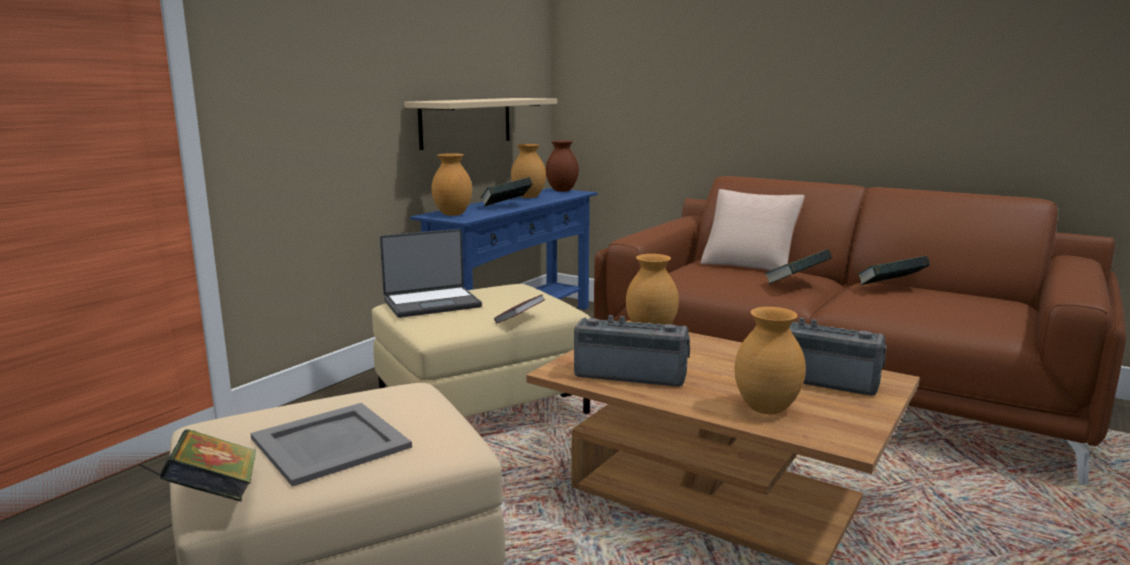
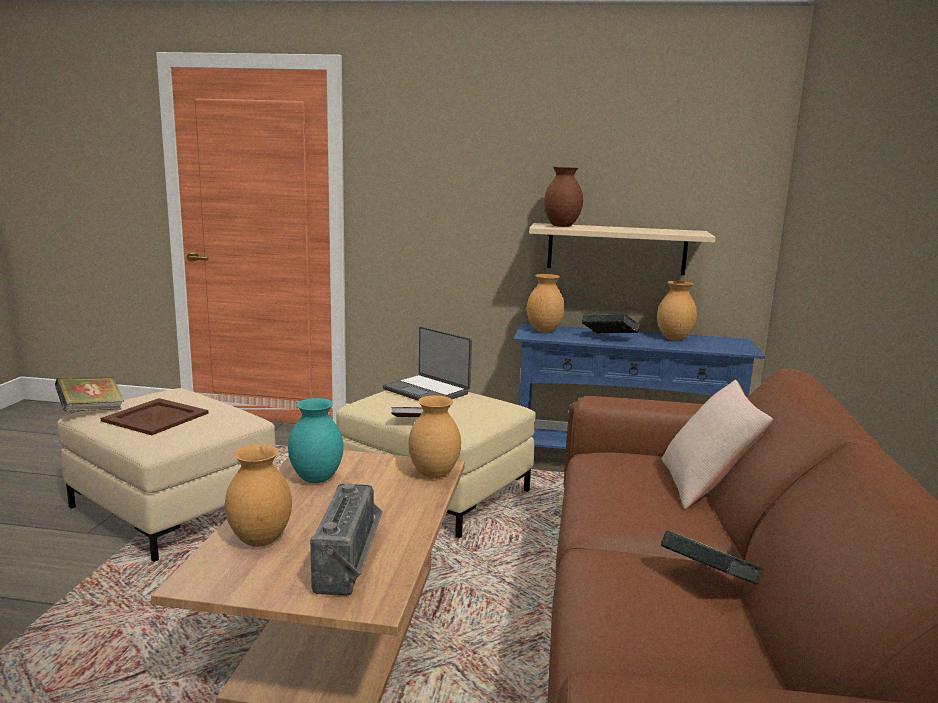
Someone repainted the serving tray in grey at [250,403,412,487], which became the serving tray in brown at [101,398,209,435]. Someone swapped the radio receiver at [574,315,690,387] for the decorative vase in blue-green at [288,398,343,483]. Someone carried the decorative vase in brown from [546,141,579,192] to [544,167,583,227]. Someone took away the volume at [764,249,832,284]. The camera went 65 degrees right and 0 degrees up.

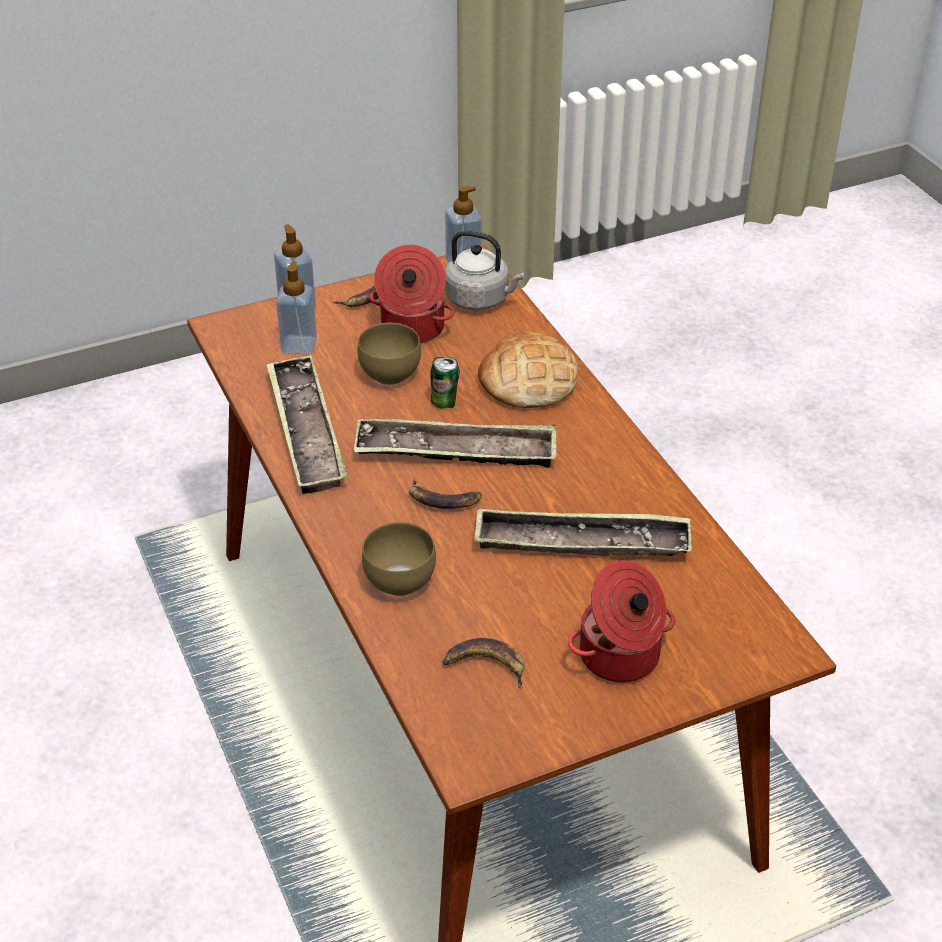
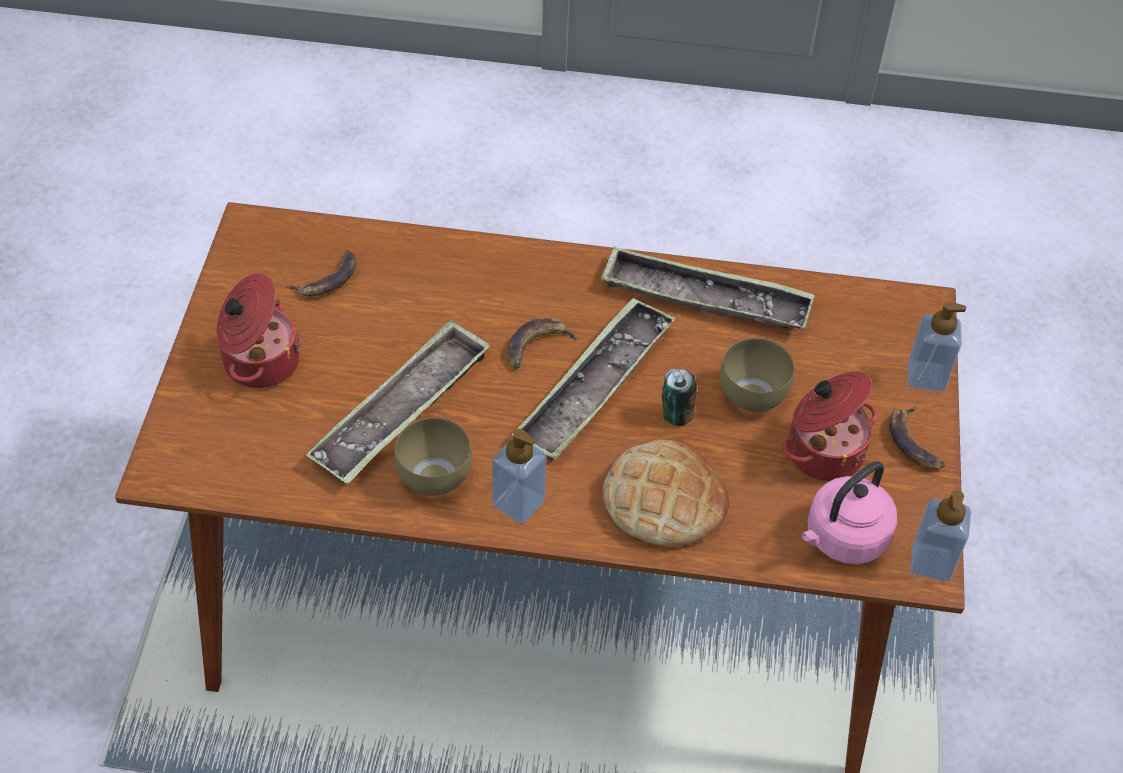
Someone carried the serving bowl in brown from [362,522,436,596] to [394,417,472,496]. Someone carried the liquid soap bottle from [276,261,317,354] to [492,429,547,523]. Someone repainted the tea kettle in grey at [444,230,525,311], which became the tea kettle in pink at [801,461,897,564]. The camera went 120 degrees right and 10 degrees up.

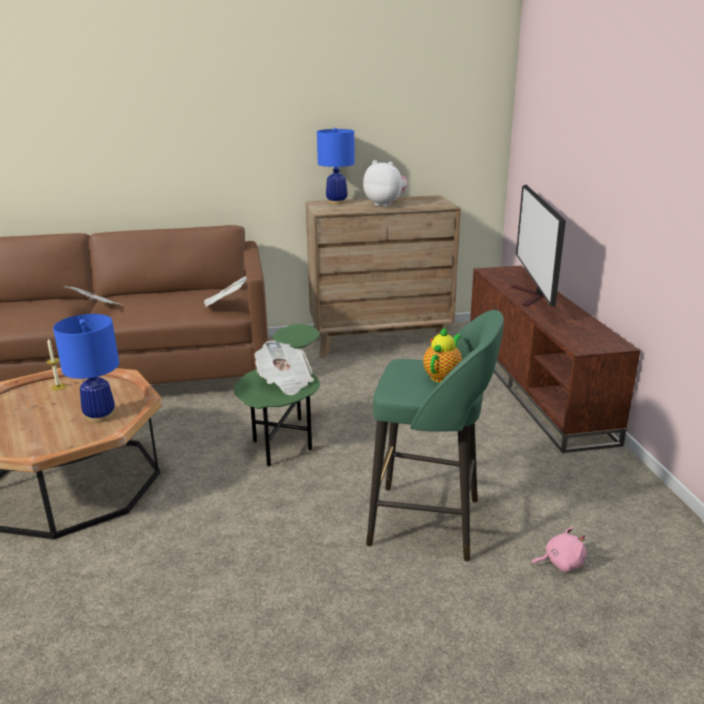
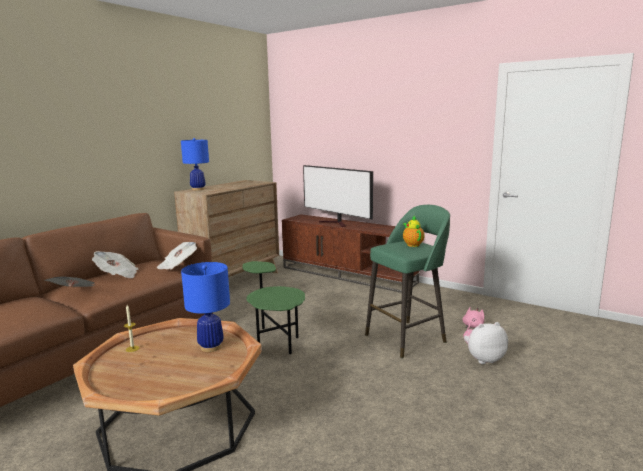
Someone carried the daily paper from [254,341,314,395] to [92,251,139,278]. Someone carried the cuddly toy from [363,160,407,207] to [463,322,508,364]. The camera went 45 degrees left and 10 degrees down.

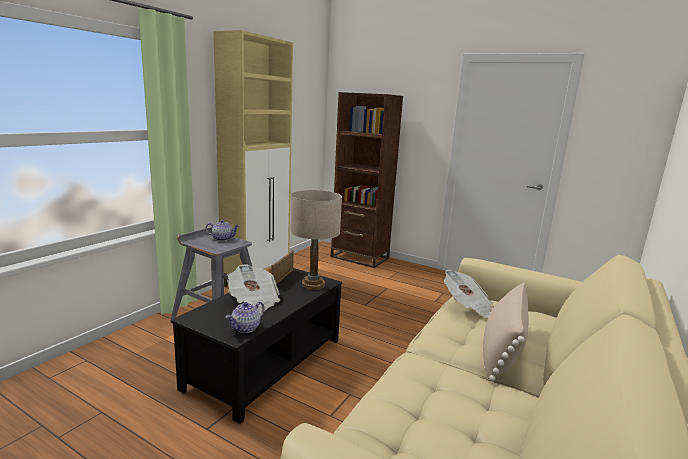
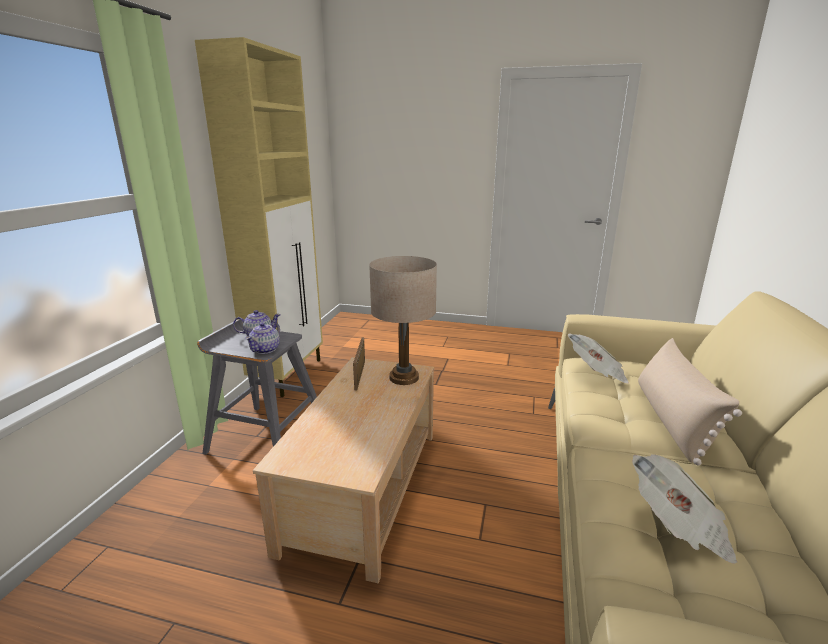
Someone carried the pot for tea from [225,302,265,333] to [245,322,280,354]. Someone repainted the low table in black-coloured at [171,268,342,424], which became the low table in beige-coloured at [253,357,434,583]. Someone carried the daily paper from [228,265,280,313] to [632,454,737,564]. Someone took away the bookshelf in brown at [331,92,403,268]. The camera went 15 degrees left and 5 degrees up.

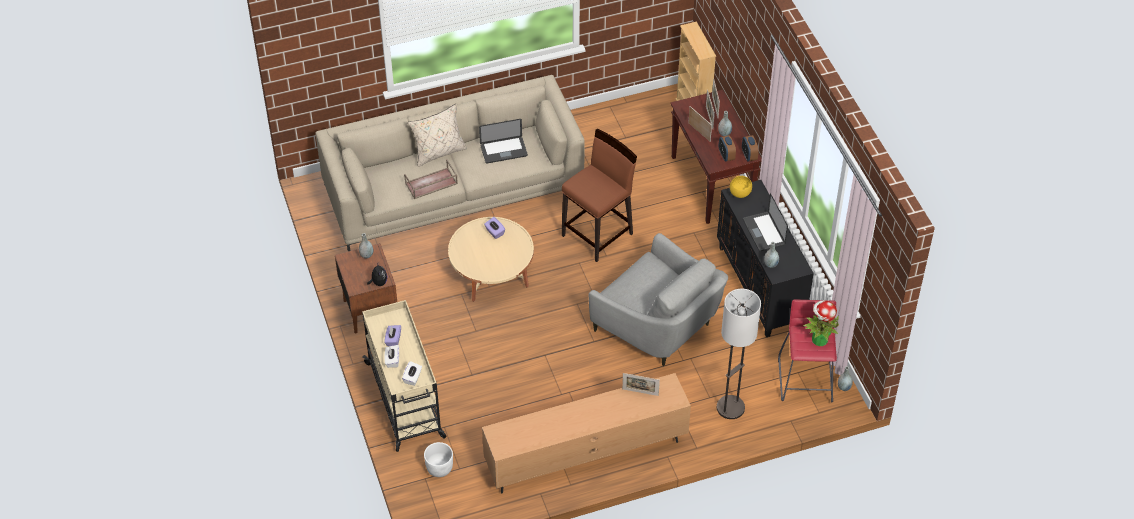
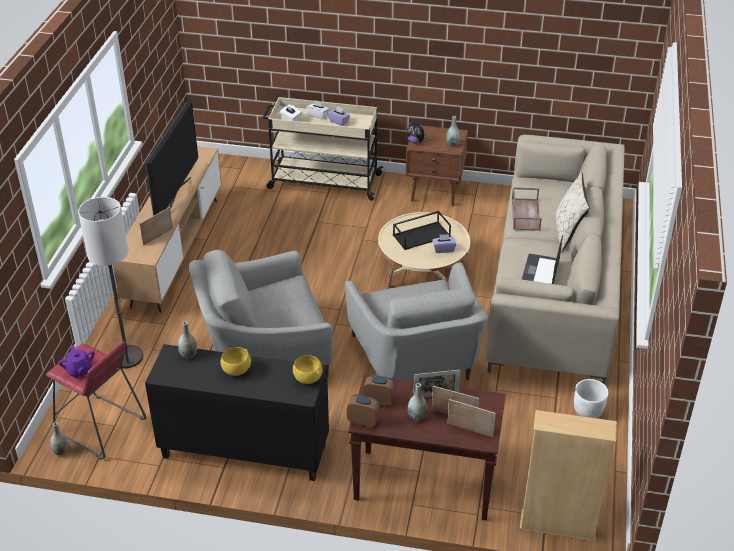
Someone swapped the potted plant at [803,301,839,346] for the pot for tea in purplish at [58,345,95,378]. Someone put down the TV set at [145,98,198,216]. Someone swapped the notebook computer at [743,193,788,251] for the serving bowl in yellow at [220,347,251,376]. Someone swapped the sitting stool in brown at [562,129,637,262] for the easy chair in grey at [345,262,488,381]. Someone put down the serving tray in black-coloured at [393,211,451,250]. Someone carried the flower pot in whitish from [424,442,453,477] to [574,379,608,418]. The camera went 120 degrees right and 10 degrees down.

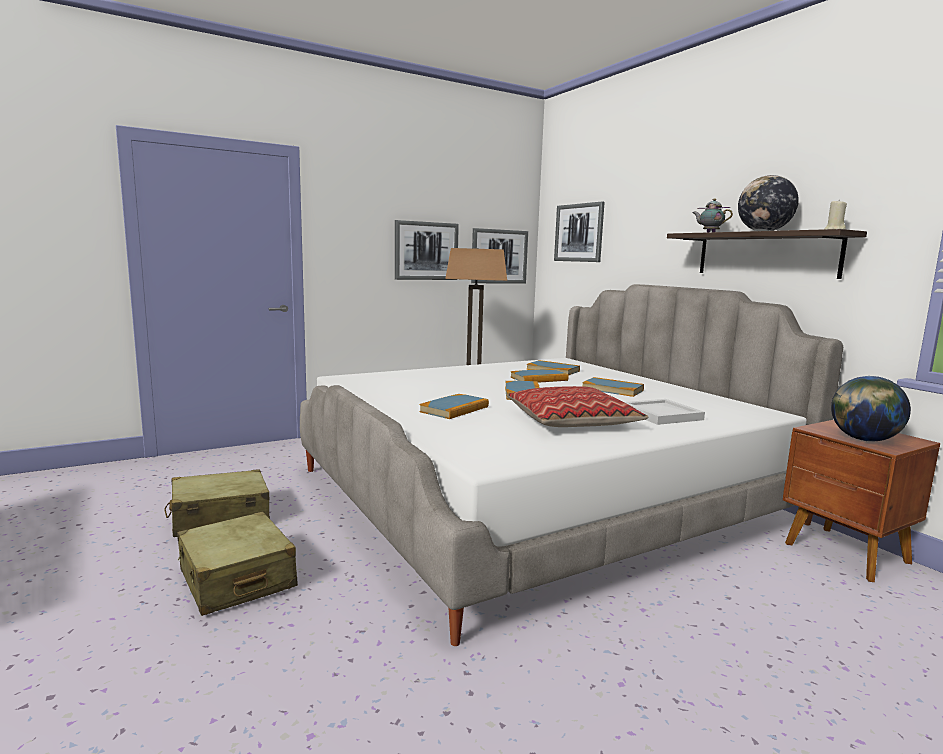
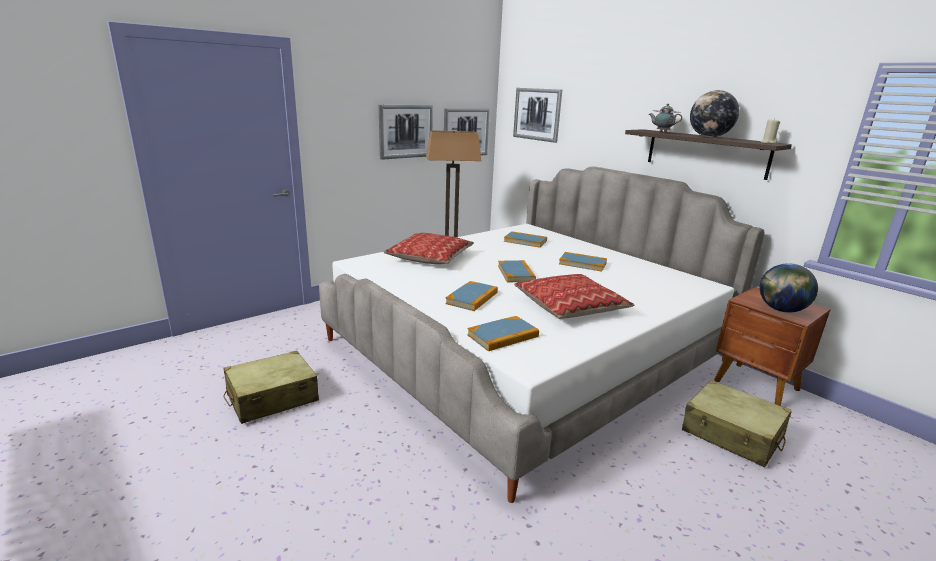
Someone put down the pillow at [384,233,474,264]. Someone carried the volume from [510,369,568,383] to [467,316,539,351]. Someone carried the travel case in beige-coloured from [177,511,298,616] to [682,380,792,467]. Someone took away the serving tray in whitish at [625,399,705,425]. The camera went 10 degrees left and 10 degrees up.

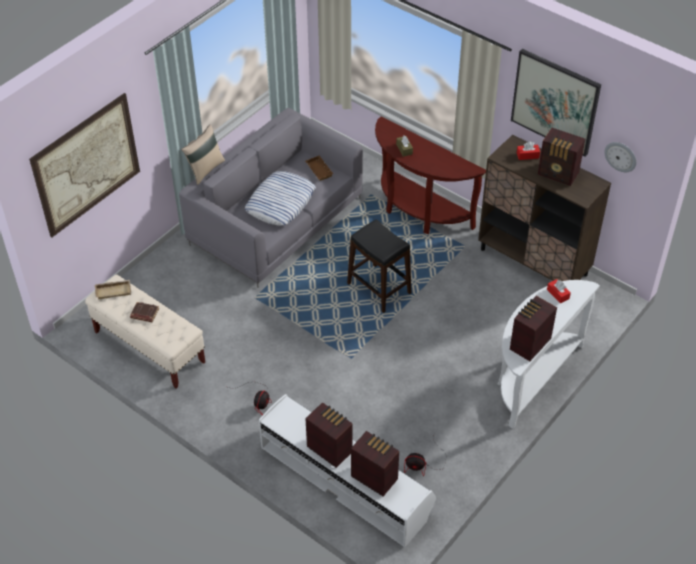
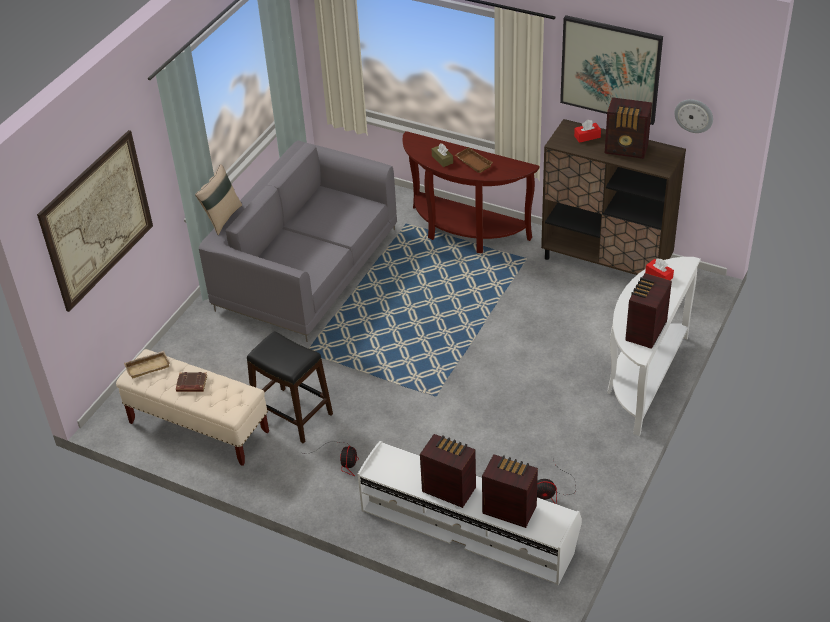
Someone carried the sitting stool in black-coloured from [347,220,411,313] to [247,331,333,444]. Someone carried the serving tray in brown from [305,155,334,181] to [454,147,493,173]. Someone took away the pillow at [245,171,316,226]. The camera went 10 degrees left and 5 degrees down.

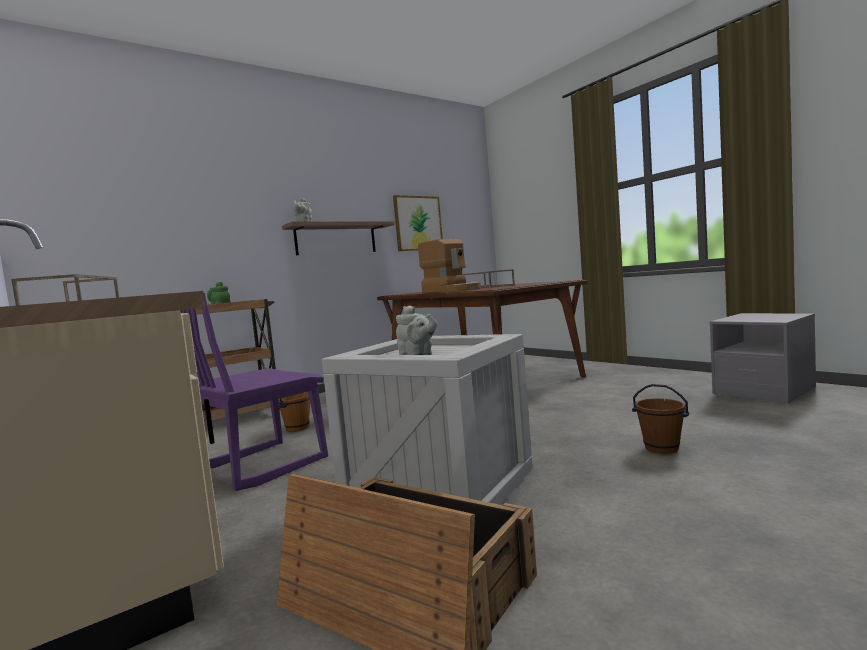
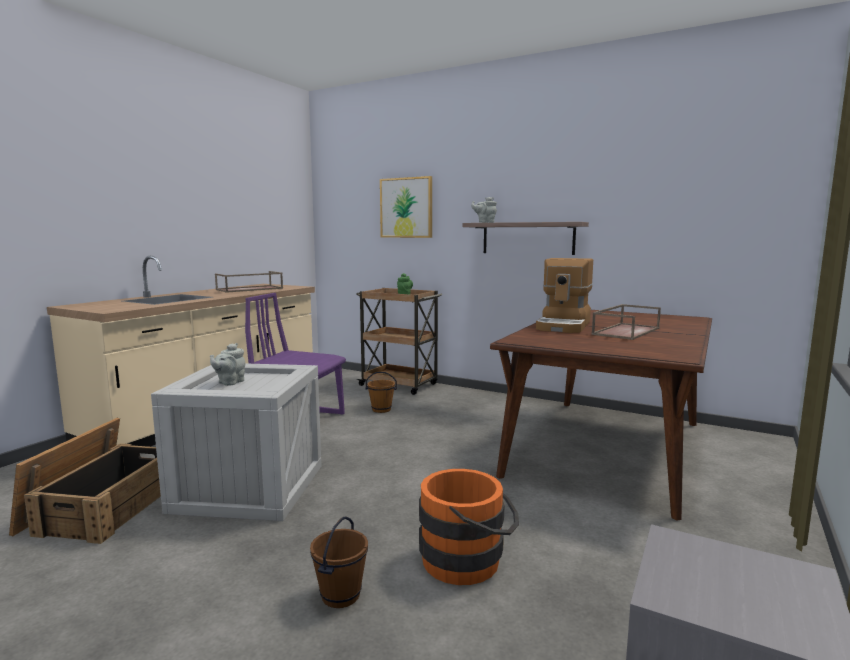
Someone carried the picture from [393,195,443,251] to [380,176,432,238]. Someone put down the water bucket in orange at [419,469,519,585]. The camera went 65 degrees right and 5 degrees up.

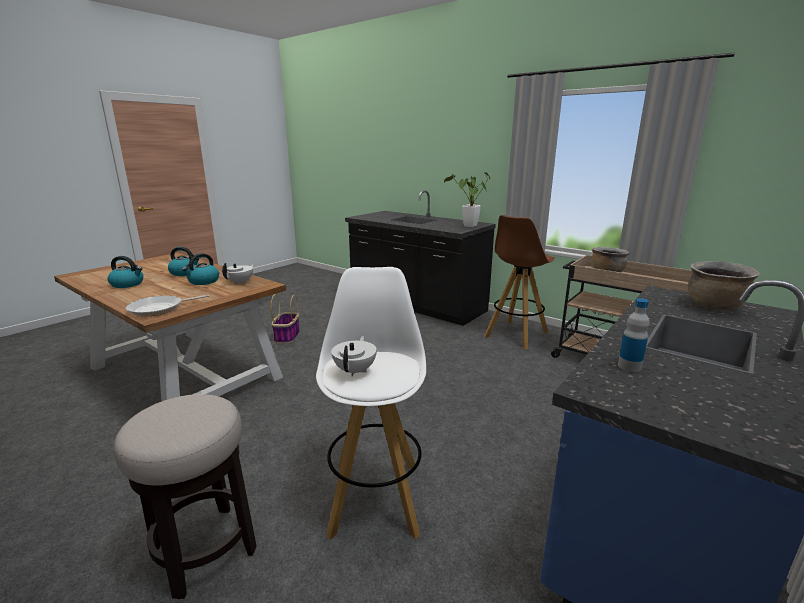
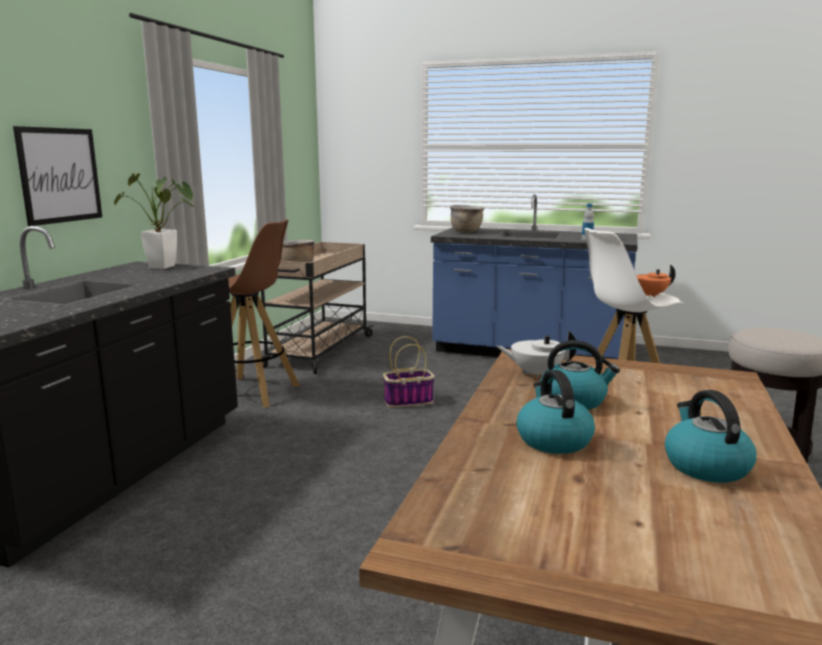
Someone put up the picture at [13,126,102,226]. Someone carried the basket from [271,294,300,343] to [383,336,435,407]. Someone repainted the pot for tea in whitish at [331,336,377,376], which became the pot for tea in orange at [636,265,675,297]. Someone took away the frying pan at [126,295,209,317]. The camera went 110 degrees left and 5 degrees down.

